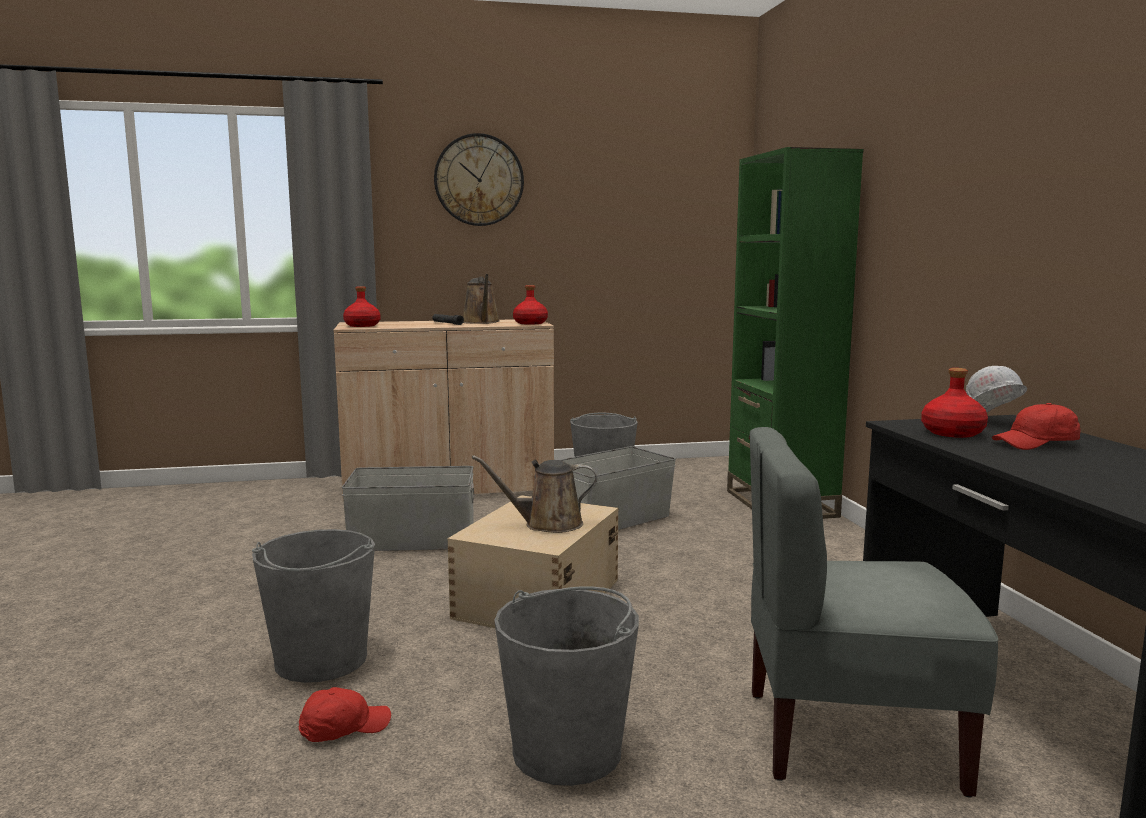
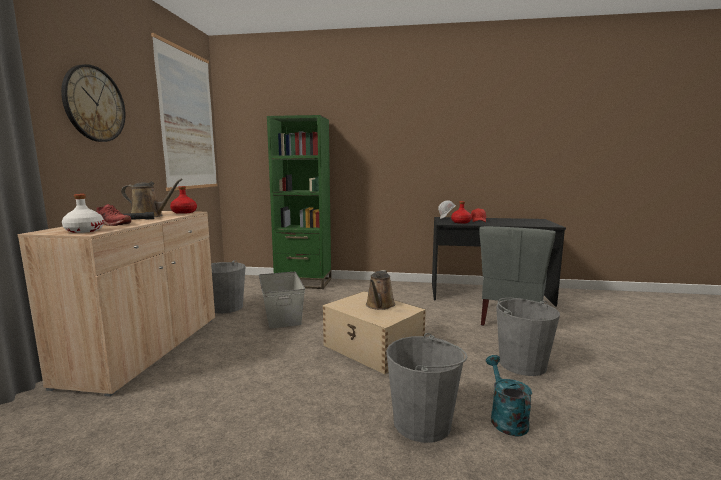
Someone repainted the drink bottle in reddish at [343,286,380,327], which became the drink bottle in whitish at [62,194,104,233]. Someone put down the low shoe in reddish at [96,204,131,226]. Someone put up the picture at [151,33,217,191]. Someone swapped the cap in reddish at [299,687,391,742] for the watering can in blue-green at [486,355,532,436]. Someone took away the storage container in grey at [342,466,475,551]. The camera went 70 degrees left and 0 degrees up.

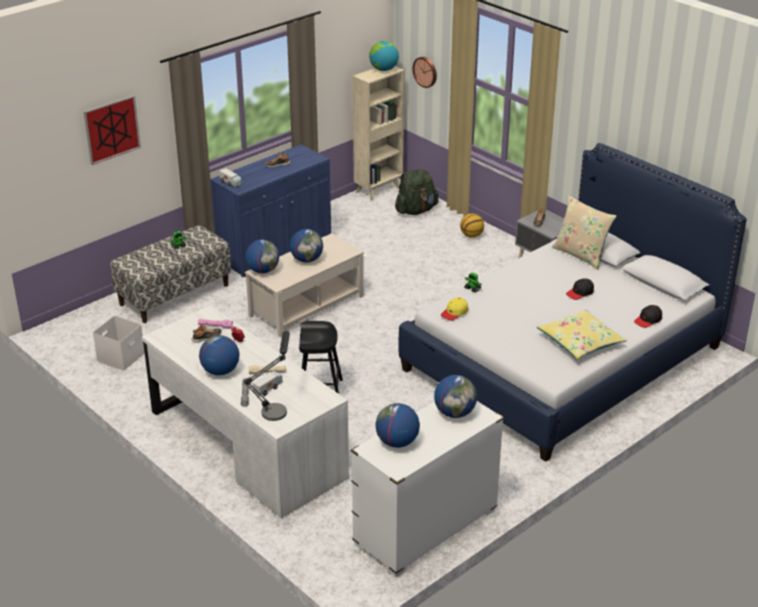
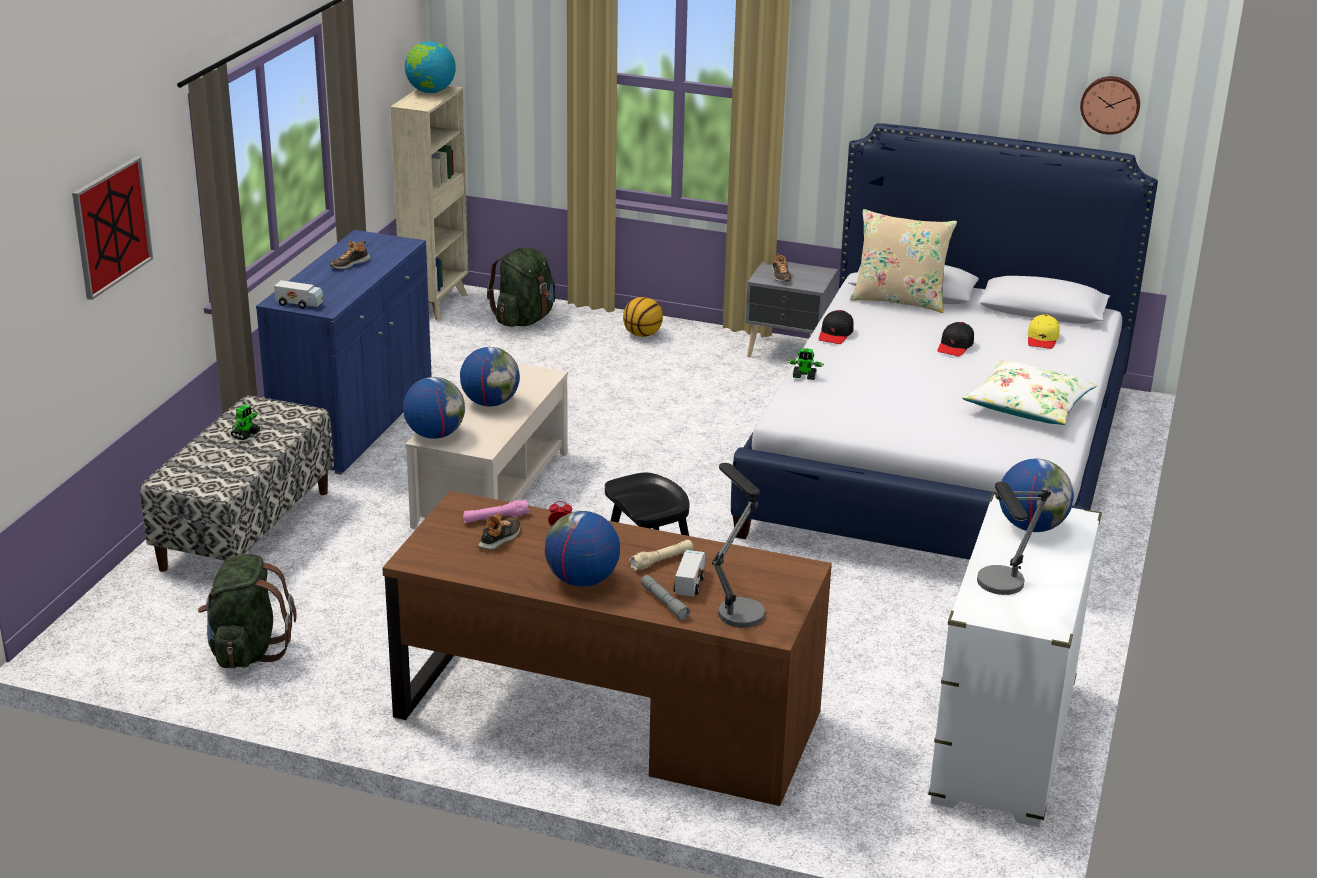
Someone swapped the storage container in whitish at [93,316,145,371] for the knapsack in green at [198,554,297,668]. Someone repainted the desk unit in whitish at [142,305,349,518], which became the desk unit in brown at [382,491,832,806]. Someone carried the cap in black-coloured from [634,305,662,328] to [819,310,854,344]. Someone repainted the pillow in yellow at [536,309,627,359], which became the pillow in whitish at [962,361,1097,425]. Someone swapped the world globe at [375,403,420,448] for the lamp for a table at [977,482,1051,595]. Someone carried the cap in yellow from [441,297,468,321] to [1028,315,1060,349]. Someone carried the clock on the wall from [412,57,437,88] to [1080,76,1140,135]. The camera went 30 degrees left and 5 degrees down.

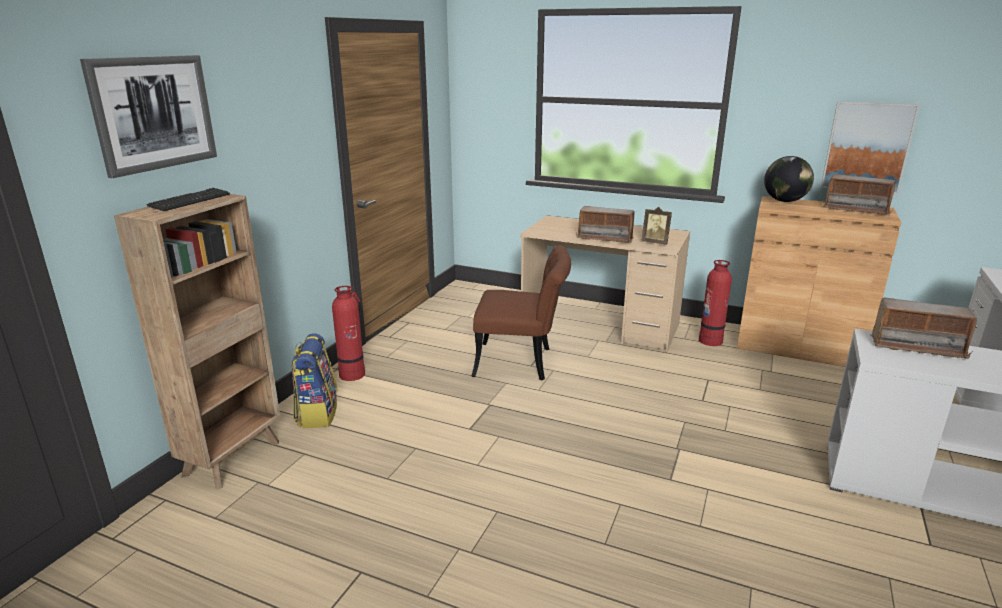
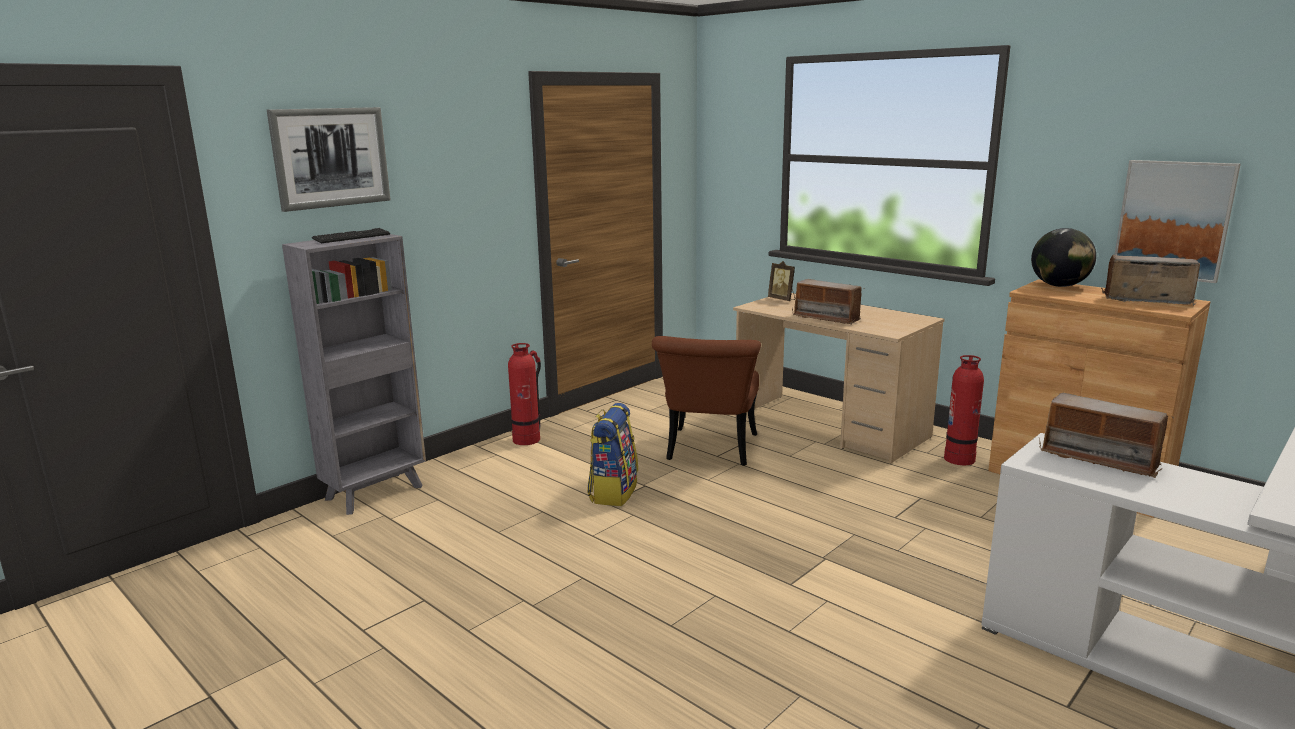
Someone repainted the bookshelf in brown at [114,194,280,489], which became the bookshelf in grey at [282,234,426,515]. Someone carried the knapsack from [292,333,337,428] to [587,403,638,506]. Someone rotated the upright chair in brown at [471,245,571,380] by 75 degrees clockwise. Someone carried the standing frame from [641,207,672,245] to [768,261,795,301]. Someone rotated the radio receiver at [823,174,899,215] by 150 degrees clockwise. The camera went 20 degrees right and 5 degrees down.

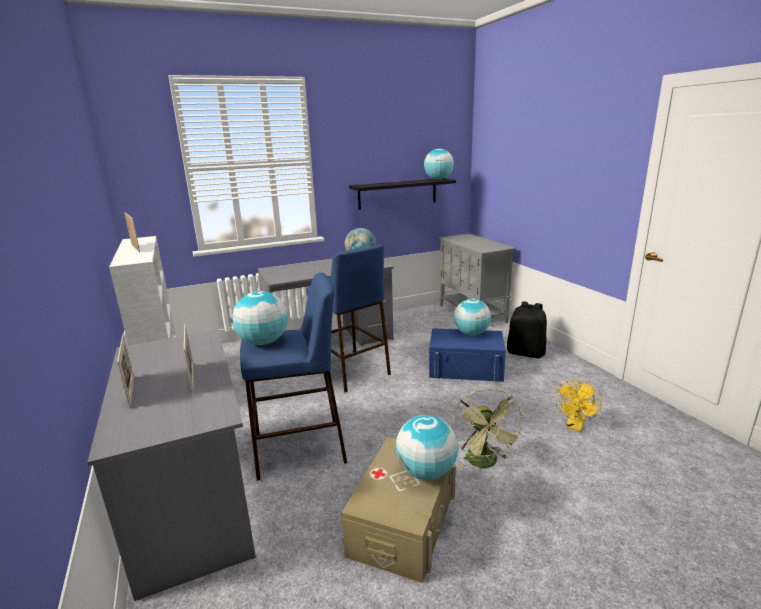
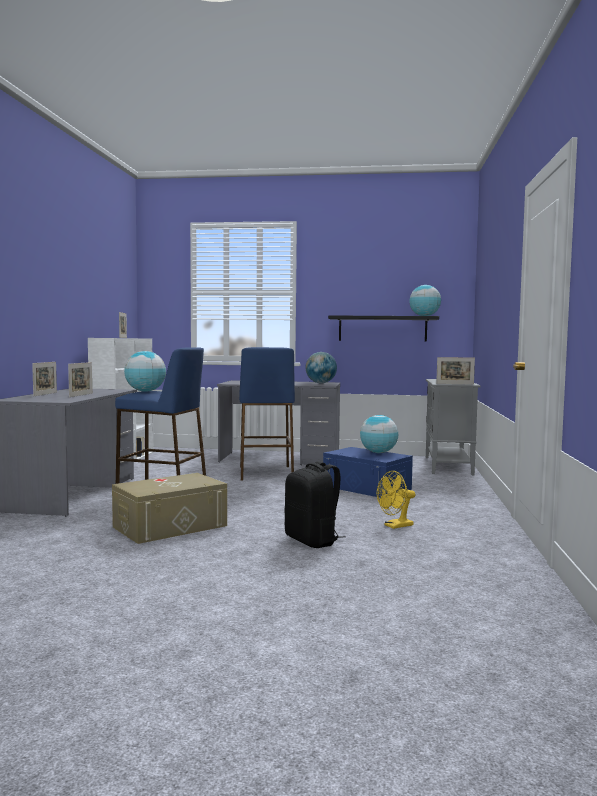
Someone carried the knapsack in black-coloured from [507,302,547,358] to [284,461,346,548]. Someone put down the standing frame at [436,357,475,384]. Someone took away the world globe at [396,415,458,480]. Someone took away the fan in green at [451,388,525,469]. The camera went 30 degrees right and 15 degrees down.

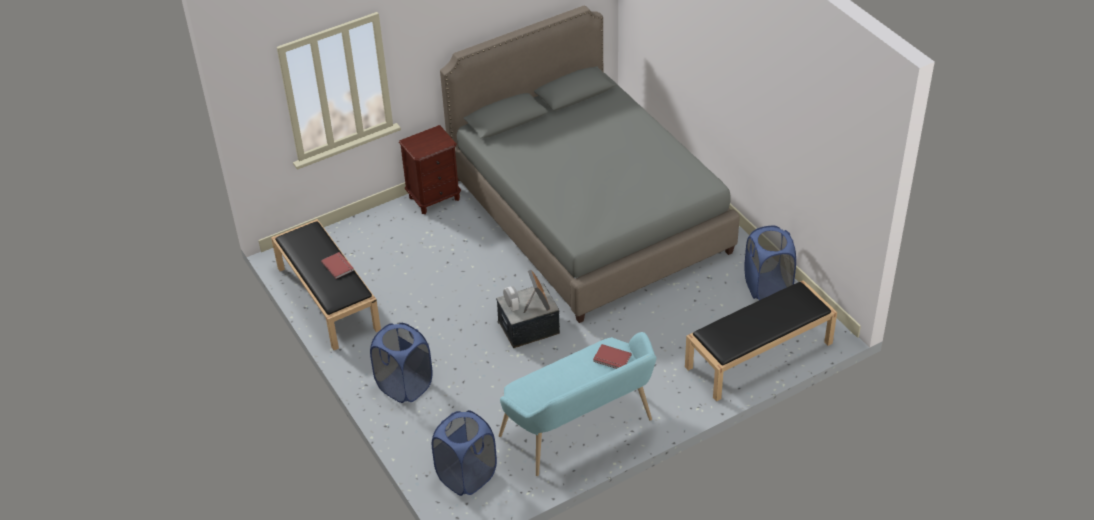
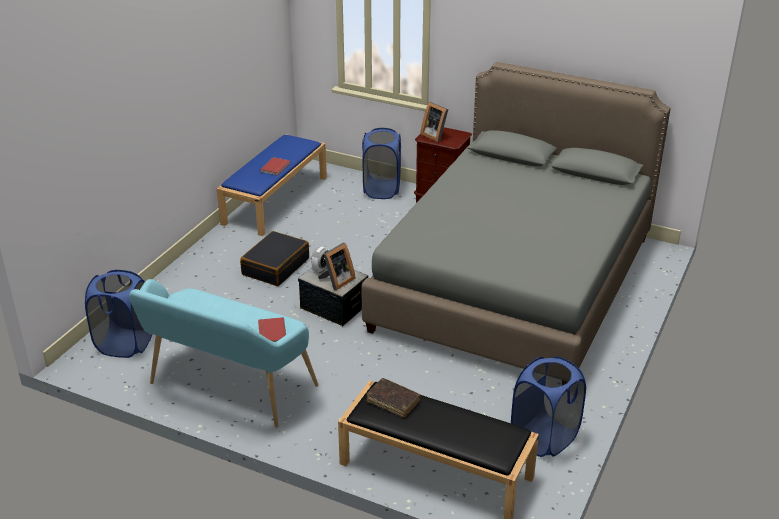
Someone repainted the bench in black-coloured at [271,219,381,350], which became the bench in blue-coloured at [217,134,327,236]. Someone put down the travel case in black-coloured at [240,231,309,286]. Someone carried the laundry basket in blue-coloured from [370,323,433,403] to [362,128,401,199]. Someone put down the volume in brown at [367,378,421,418]. Someone put down the standing frame at [420,102,448,142]. The camera went 55 degrees right and 10 degrees down.

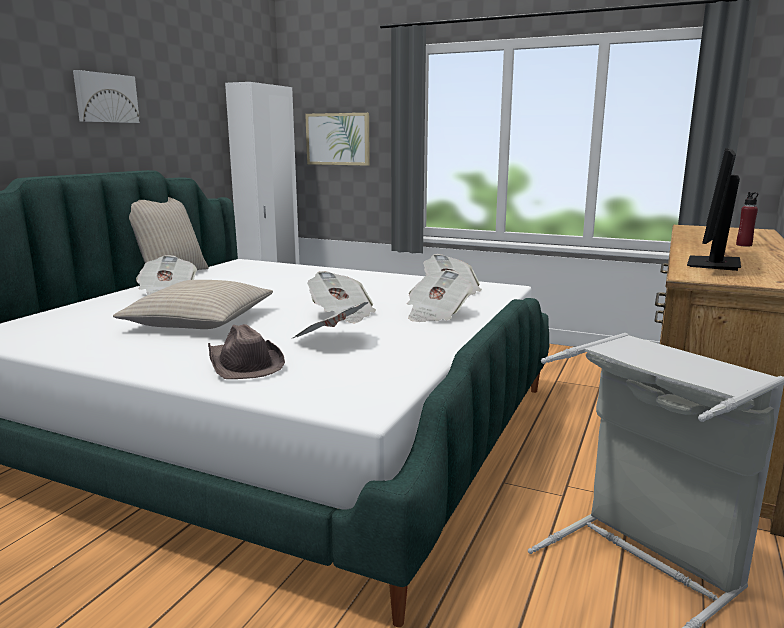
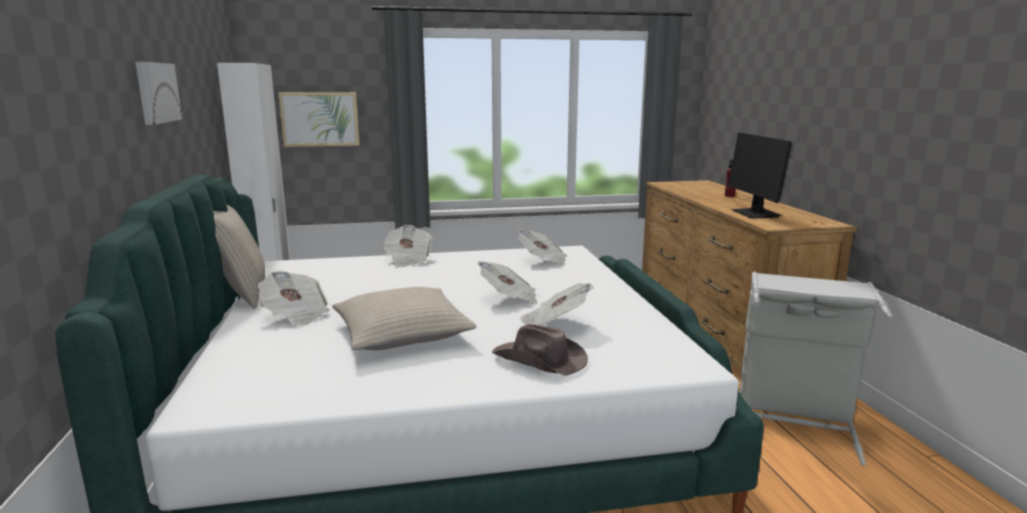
Someone carried the daily paper from [407,270,473,322] to [382,225,433,267]. The camera went 35 degrees left and 0 degrees up.

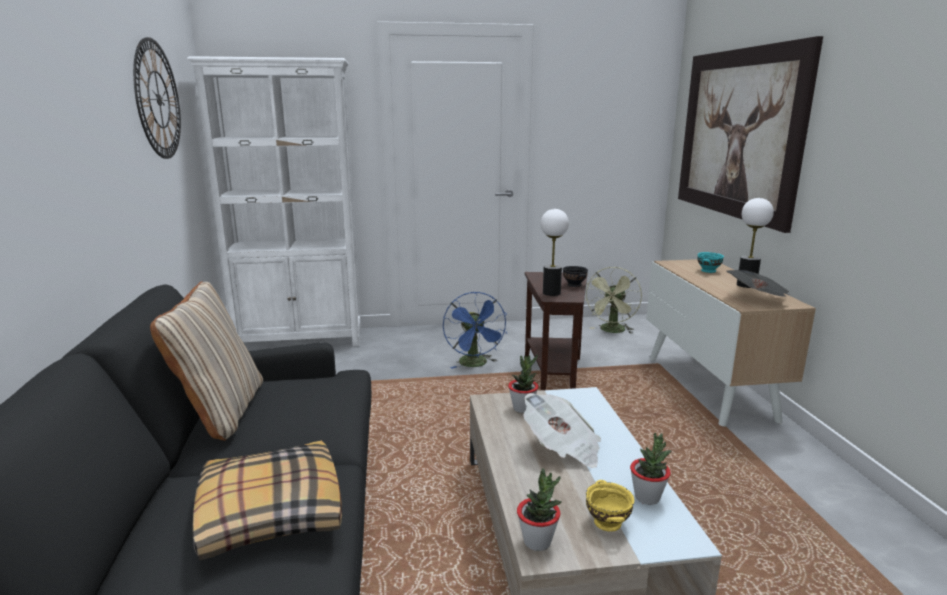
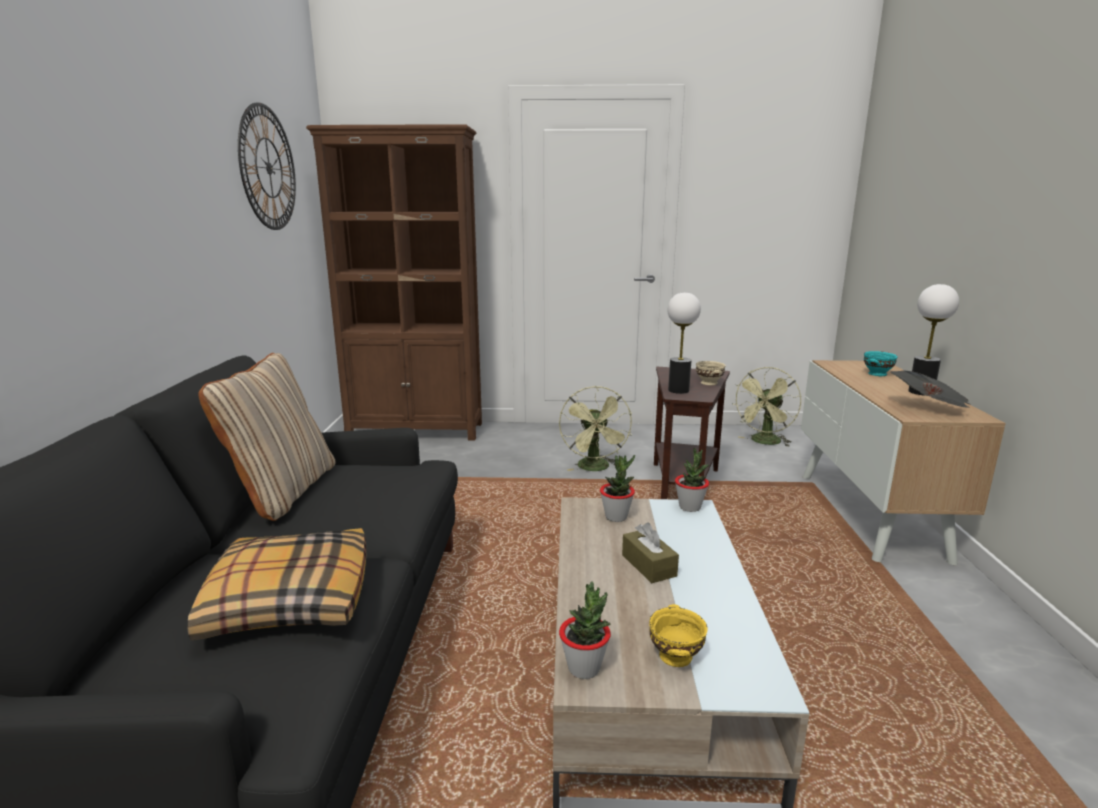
Someone repainted the bookshelf in whitish at [187,56,361,346], which became the bookshelf in brown at [306,124,482,441]. Someone repainted the fan in blue-coloured at [443,292,507,369], which became the fan in green at [559,386,632,471]. Someone swapped the daily paper at [523,393,601,468] for the tissue holder in brown at [622,522,679,583]. Someone carried the potted plant from [630,433,671,505] to [675,448,709,512]. Someone repainted the serving bowl in black-coloured at [563,266,588,287], which became the serving bowl in beige-coloured at [696,361,726,385]. Someone took away the picture at [678,36,823,233]. The camera went 10 degrees right and 0 degrees up.

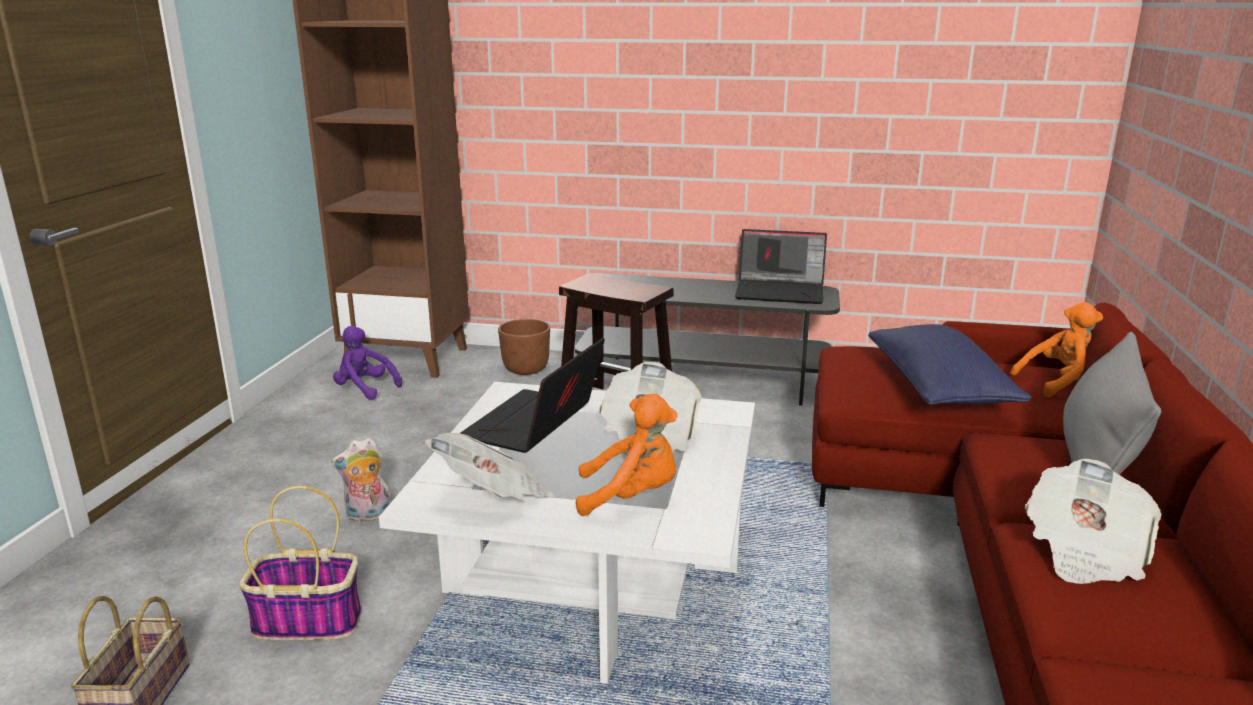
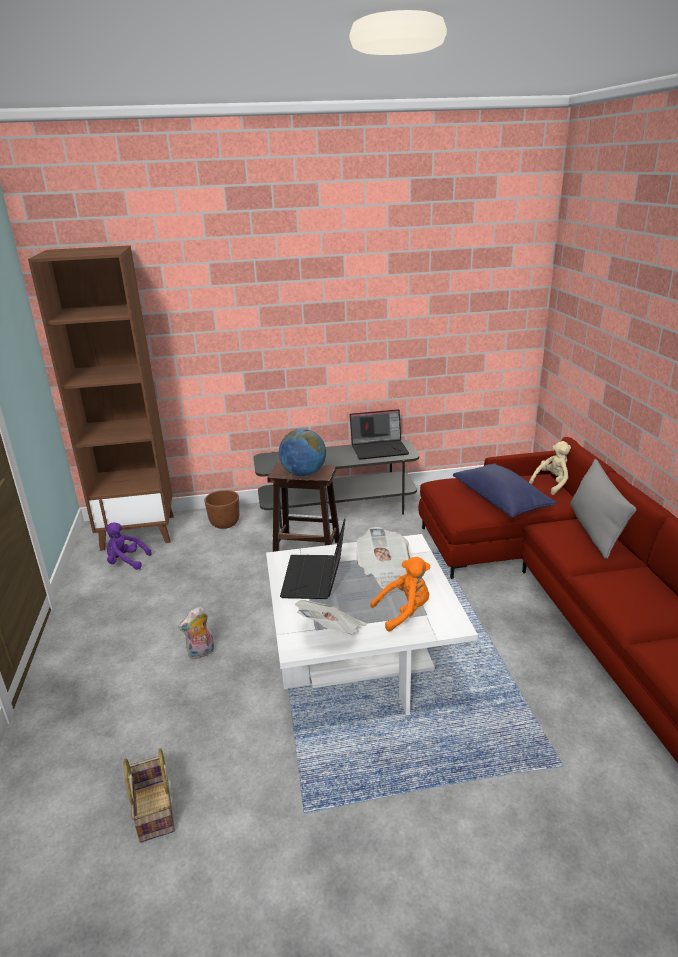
Someone put down the world globe at [279,429,326,476]. Someone repainted the cuddly toy in orange at [1010,302,1103,397], which became the cuddly toy in beige-coloured at [529,441,571,495]. Someone took away the basket at [239,486,361,640]. Someone took away the daily paper at [1025,459,1162,584]. The camera went 20 degrees left and 5 degrees up.

